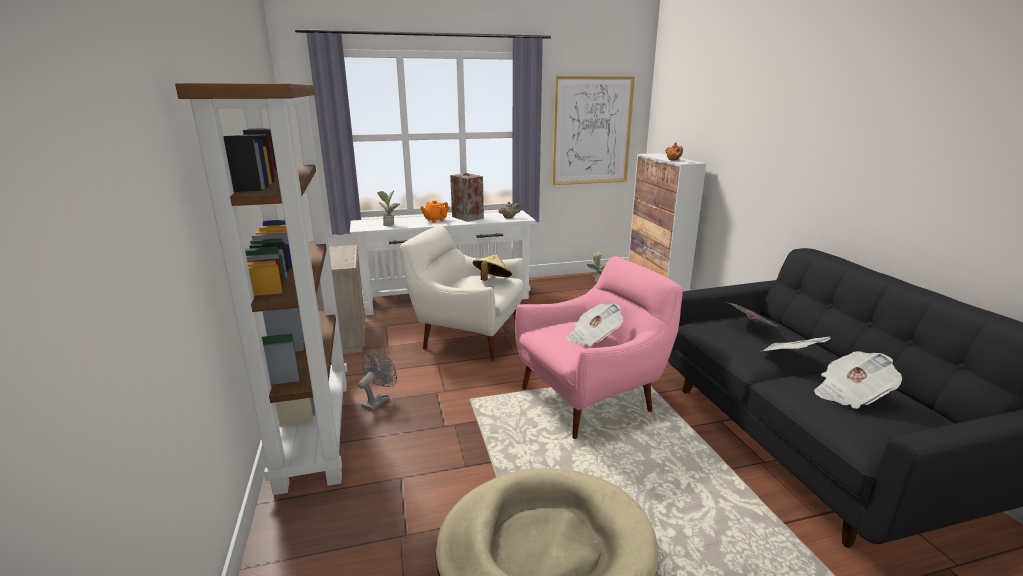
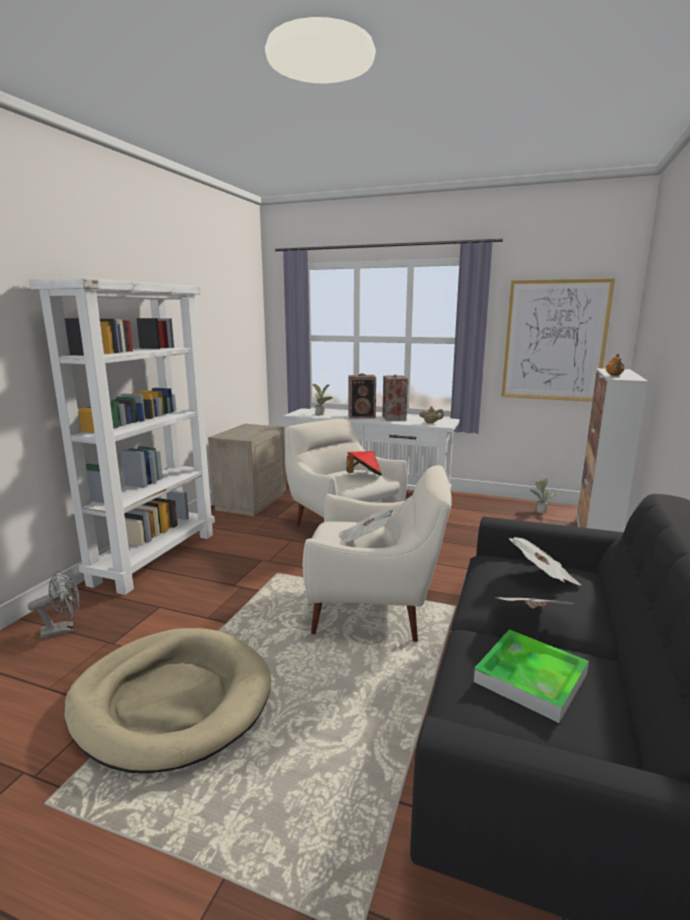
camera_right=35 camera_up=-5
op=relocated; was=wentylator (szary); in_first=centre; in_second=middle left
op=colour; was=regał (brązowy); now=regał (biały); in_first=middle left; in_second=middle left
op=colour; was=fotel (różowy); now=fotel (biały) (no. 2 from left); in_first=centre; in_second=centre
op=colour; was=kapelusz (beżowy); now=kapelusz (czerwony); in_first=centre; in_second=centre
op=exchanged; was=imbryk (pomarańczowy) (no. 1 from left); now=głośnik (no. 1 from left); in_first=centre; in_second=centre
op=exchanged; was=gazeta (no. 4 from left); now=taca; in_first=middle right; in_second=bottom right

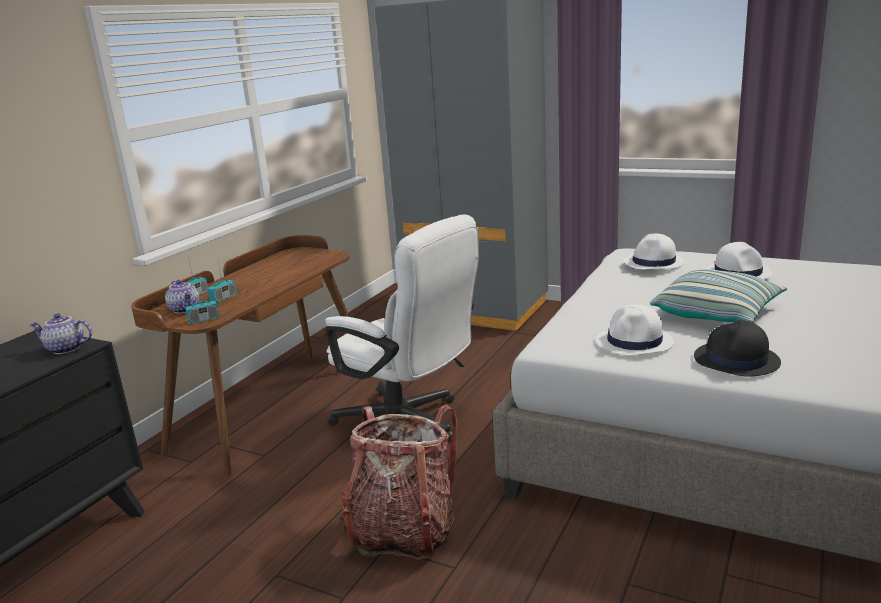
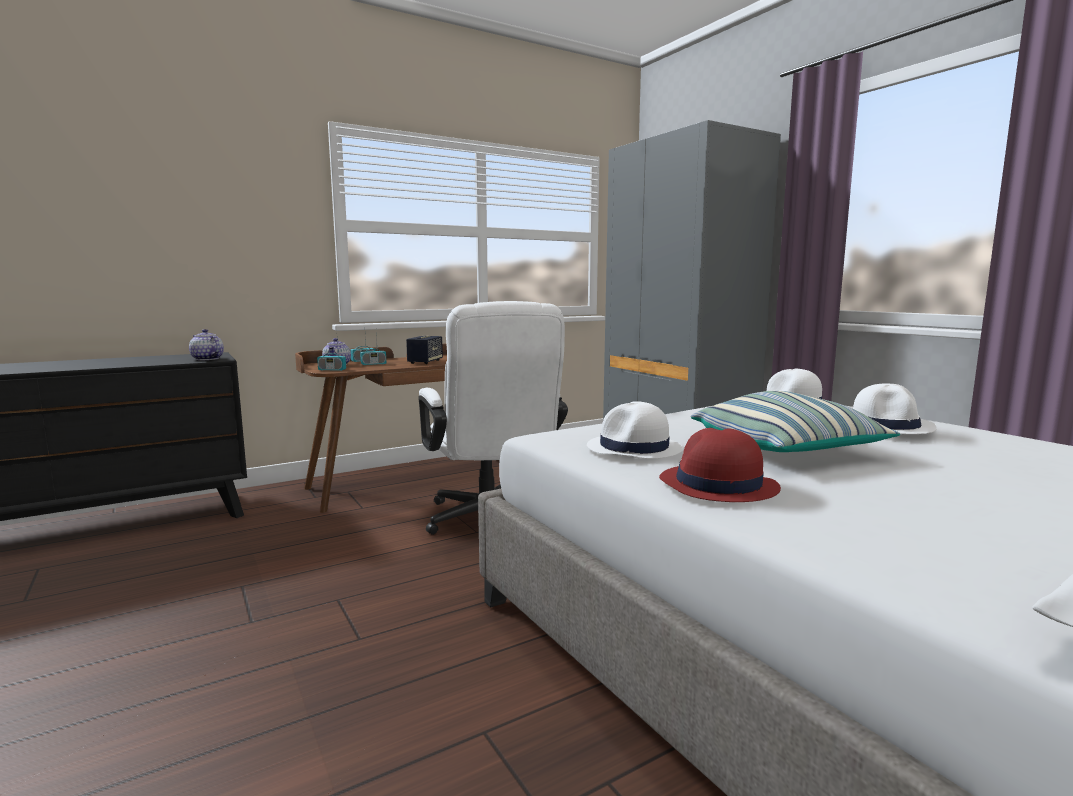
camera_right=30 camera_up=-10
op=appeared; now=głośnik; in_second=centre
op=colour; was=kapelusz (czarny); now=kapelusz (czerwony); in_first=middle right; in_second=middle right
op=missing; was=plecak; in_first=bottom centre

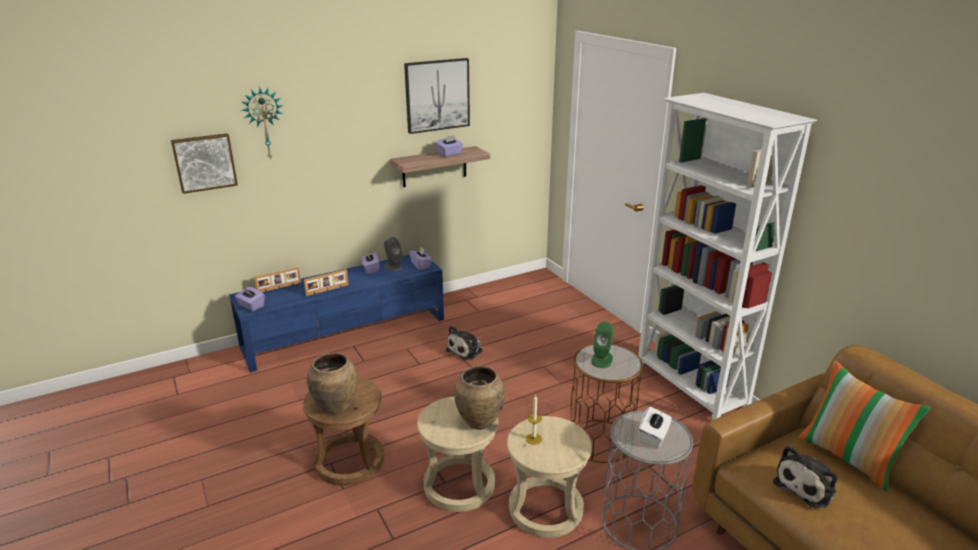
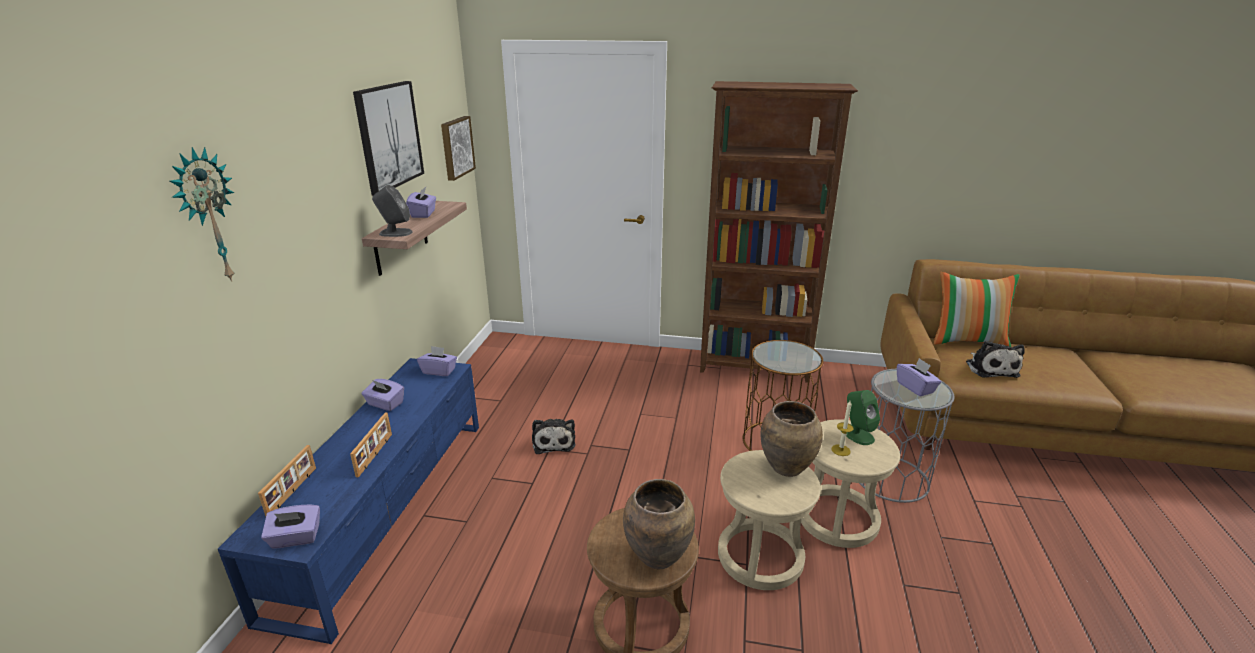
camera_right=-50 camera_up=0
op=relocated; was=głośnik (szary); in_first=centre; in_second=top left
op=relocated; was=obraz (no. 1 from left in the first image); now=obraz (no. 2 from left); in_first=top left; in_second=top centre
op=colour; was=regał (biały); now=regał (brązowy); in_first=middle right; in_second=centre
op=relocated; was=głośnik (zielony); in_first=centre; in_second=middle right
op=colour; was=pudełko chusteczek (biały); now=pudełko chusteczek (fioletowy) (no. 5 from left); in_first=bottom right; in_second=middle right

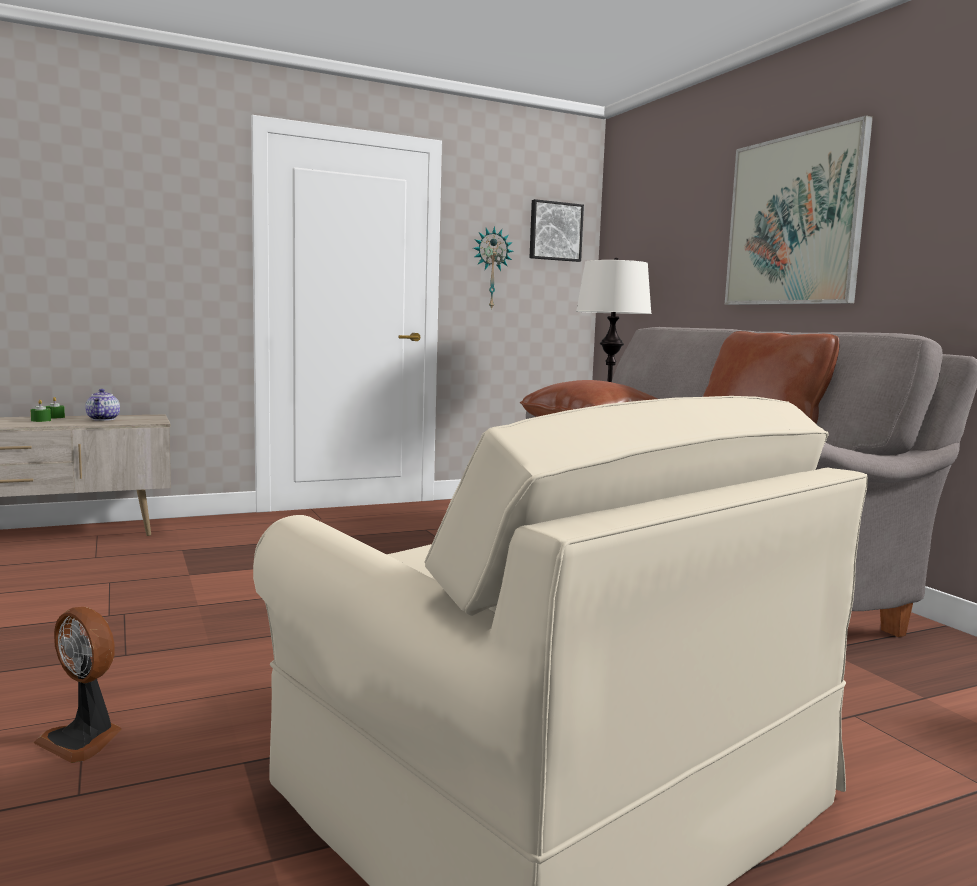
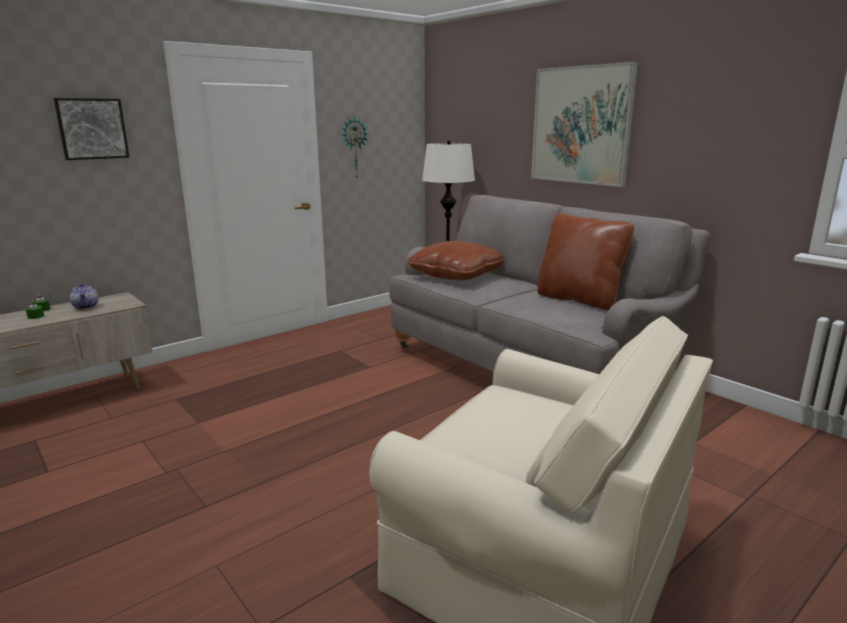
camera_right=-15 camera_up=10
op=relocated; was=obraz (no. 1 from left); in_first=top centre; in_second=top left
op=missing; was=wentylator; in_first=bottom left

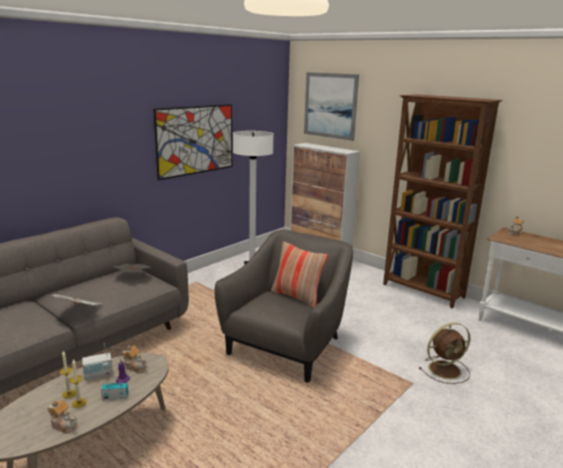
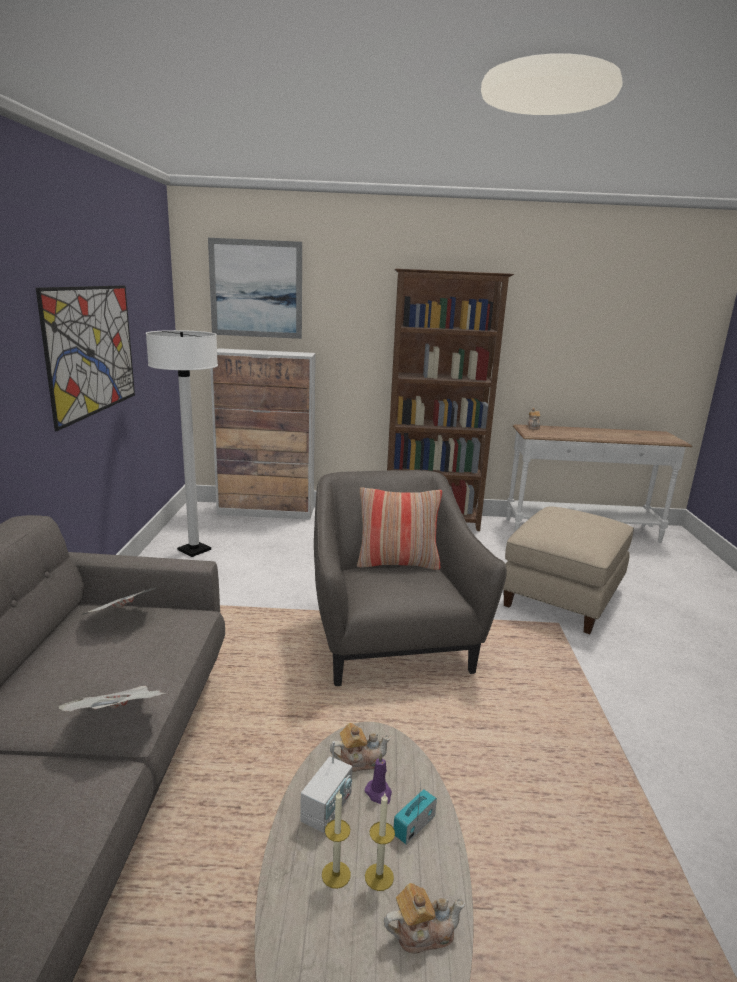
camera_right=-40 camera_up=0
op=exchanged; was=wentylator (brązowy); now=pufa (beżowy); in_first=bottom right; in_second=middle right

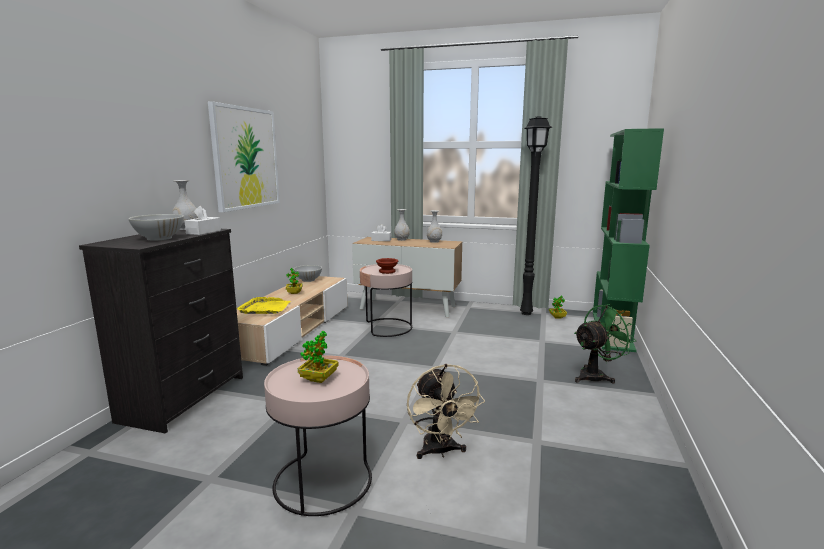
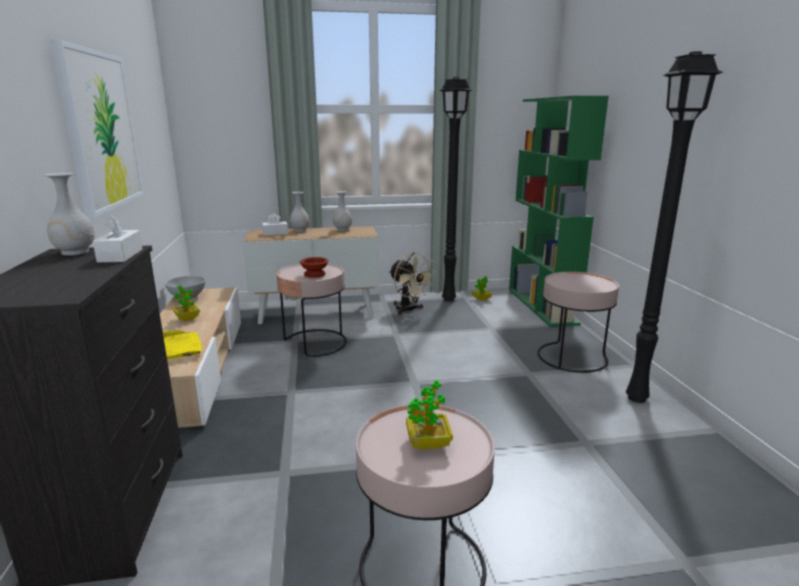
camera_right=-25 camera_up=5
op=relocated; was=wentylator (beżowy); in_first=bottom centre; in_second=centre
op=exchanged; was=wentylator (zielony); now=stolik (różowy) (no. 3 from left); in_first=middle right; in_second=middle right
op=appeared; now=lampa stojąca (czarny) (no. 2 from left); in_second=middle right
op=missing; was=miska (biały) (no. 1 from left); in_first=middle left

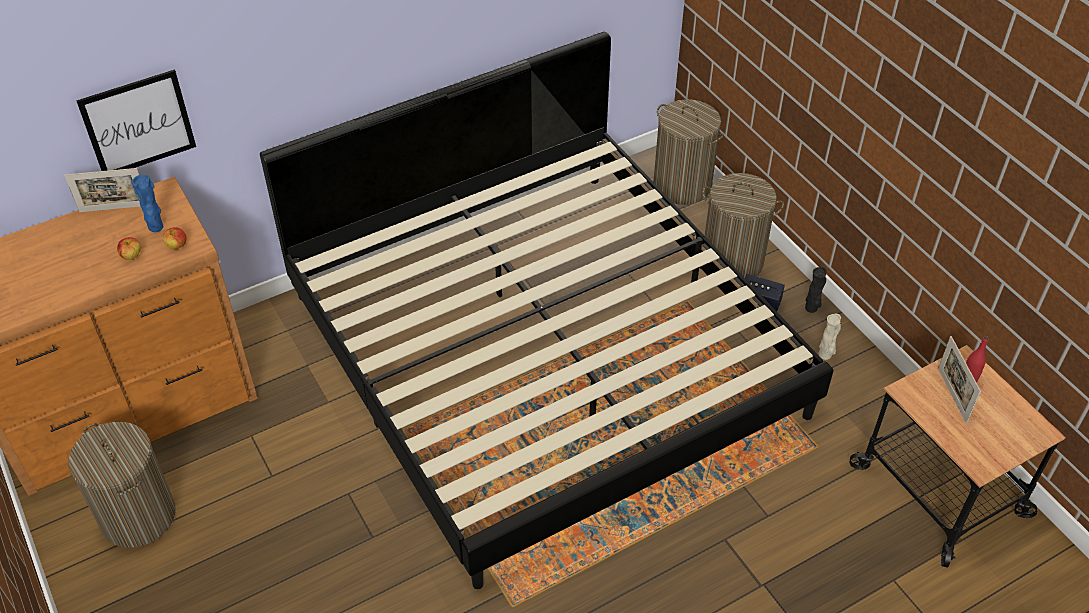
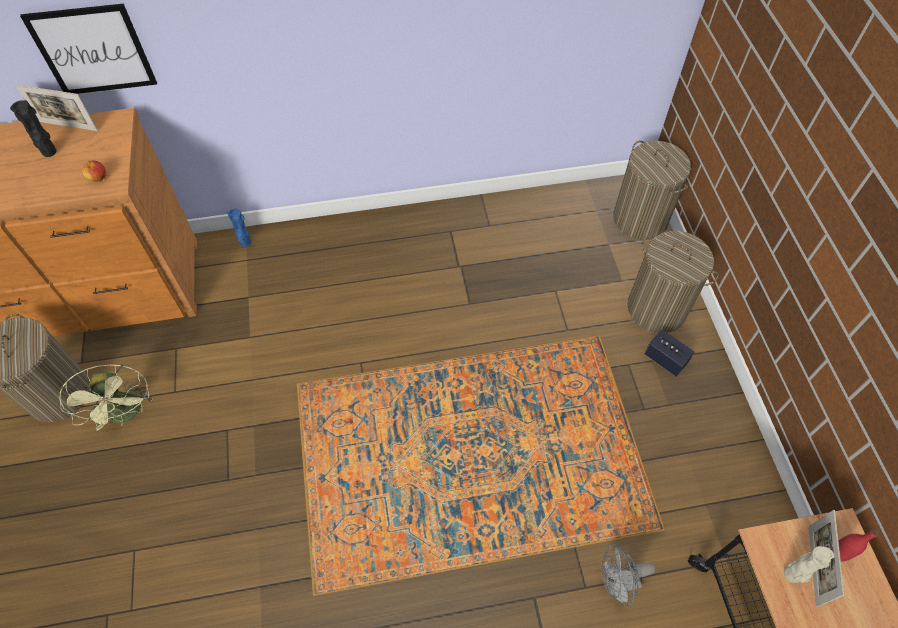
camera_right=20 camera_up=10
op=relocated; was=wazon (czarny); in_first=middle right; in_second=top left
op=appeared; now=wentylator (zielony); in_second=middle left
op=relocated; was=wazon (niebieski); in_first=top left; in_second=middle left
op=appeared; now=wentylator (szary); in_second=bottom right
op=relocated; was=wazon (beżowy); in_first=middle right; in_second=bottom right
op=missing; was=jabłko (no. 1 from left); in_first=middle left
op=missing; was=łóżko; in_first=centre

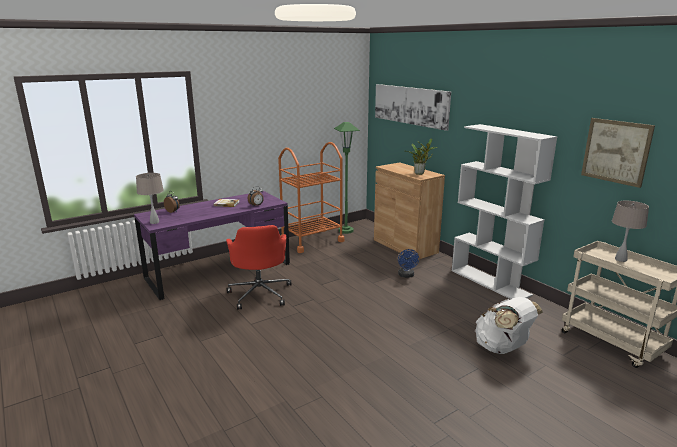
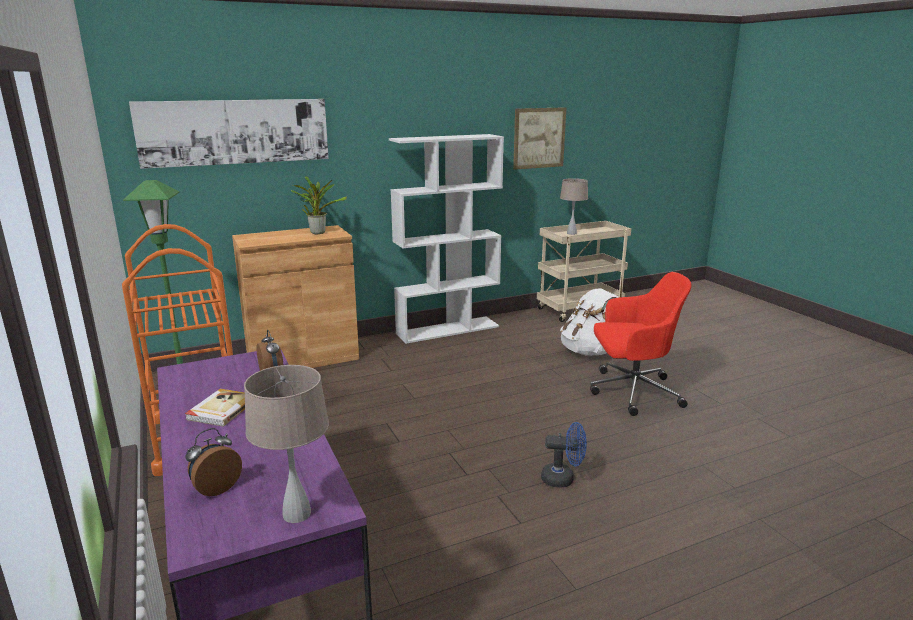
camera_right=-80 camera_up=0
op=relocated; was=wentylator (niebieski); in_first=centre; in_second=bottom centre
op=relocated; was=krzesło biurowe (czerwony); in_first=centre; in_second=middle right

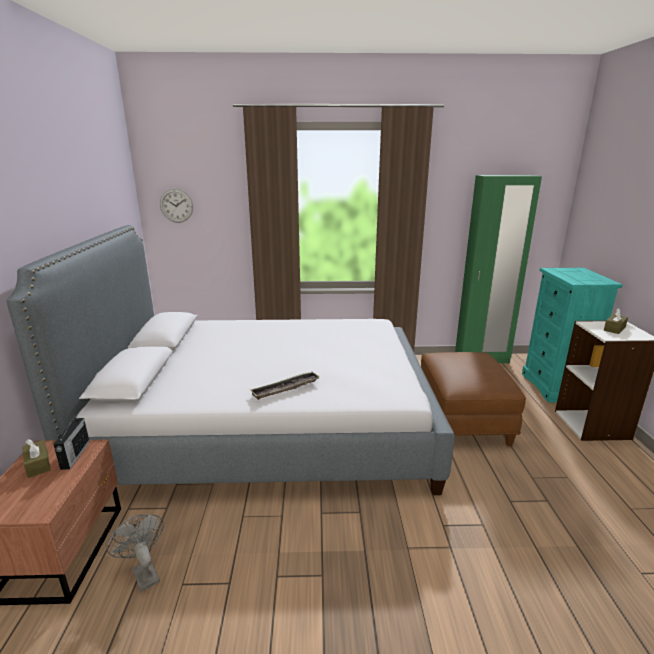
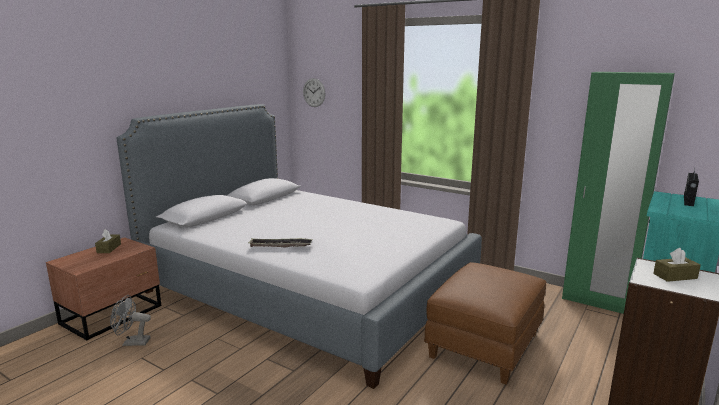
camera_right=35 camera_up=-5
op=spun; was=wentylator (szary); in_first=bottom left; in_second=bottom left; clockwise=-90
op=relocated; was=radio; in_first=bottom left; in_second=middle right

